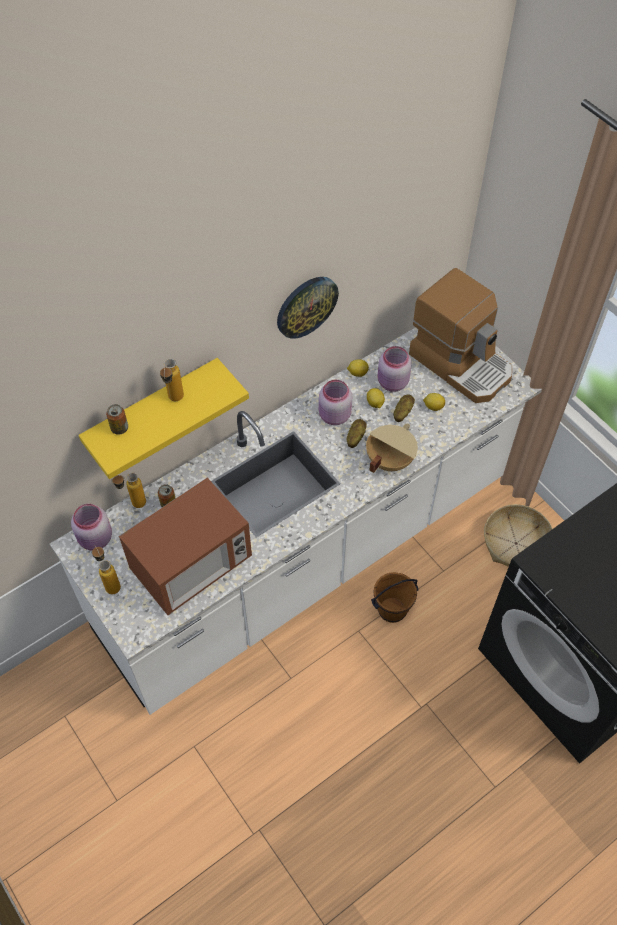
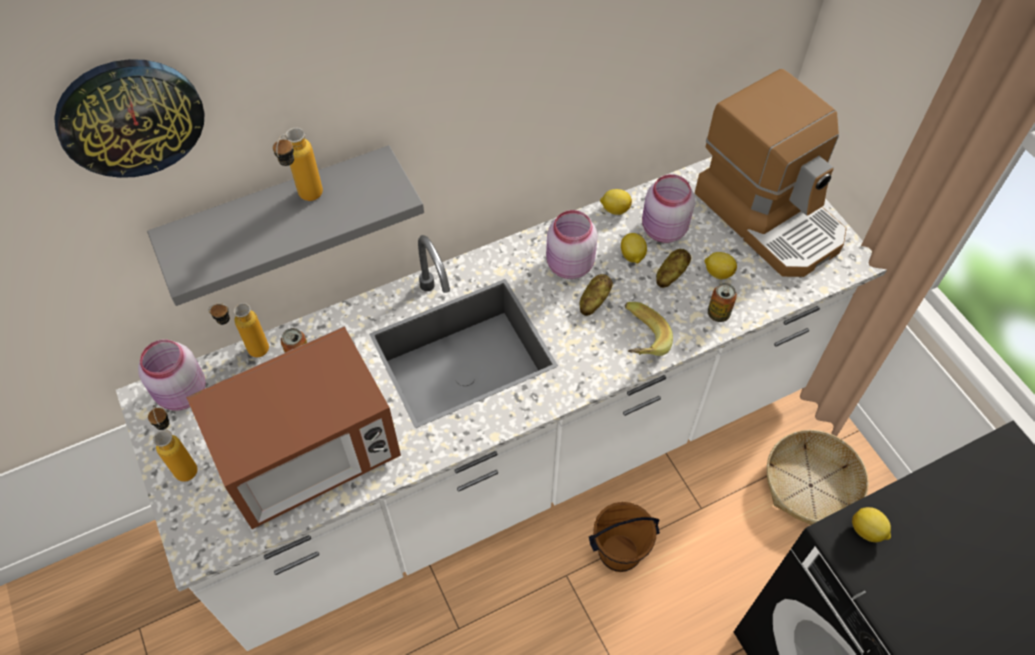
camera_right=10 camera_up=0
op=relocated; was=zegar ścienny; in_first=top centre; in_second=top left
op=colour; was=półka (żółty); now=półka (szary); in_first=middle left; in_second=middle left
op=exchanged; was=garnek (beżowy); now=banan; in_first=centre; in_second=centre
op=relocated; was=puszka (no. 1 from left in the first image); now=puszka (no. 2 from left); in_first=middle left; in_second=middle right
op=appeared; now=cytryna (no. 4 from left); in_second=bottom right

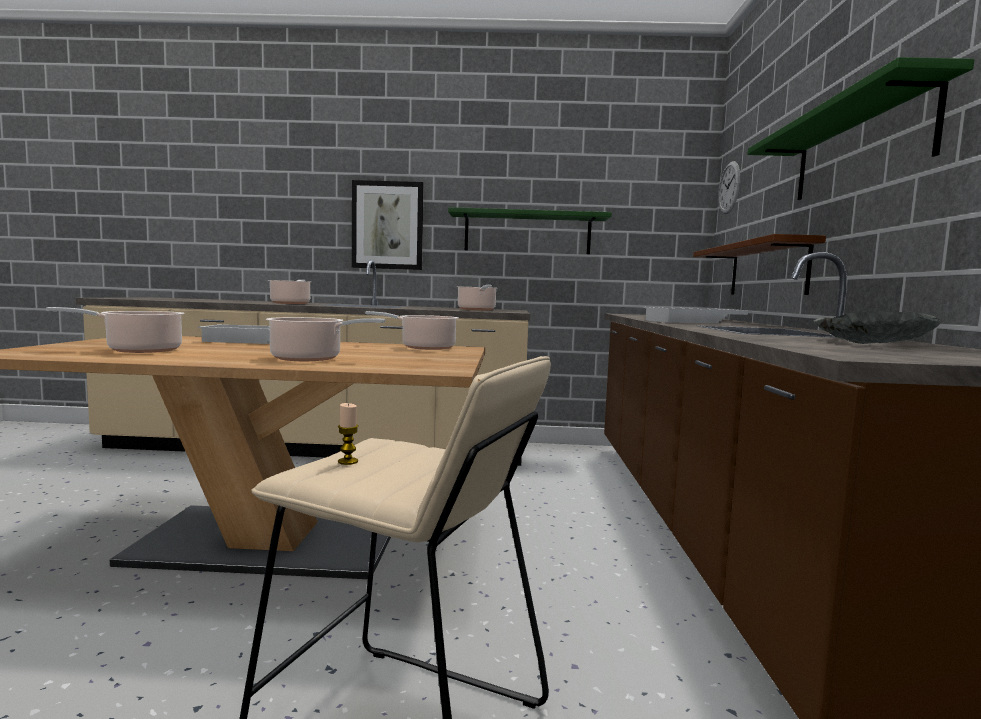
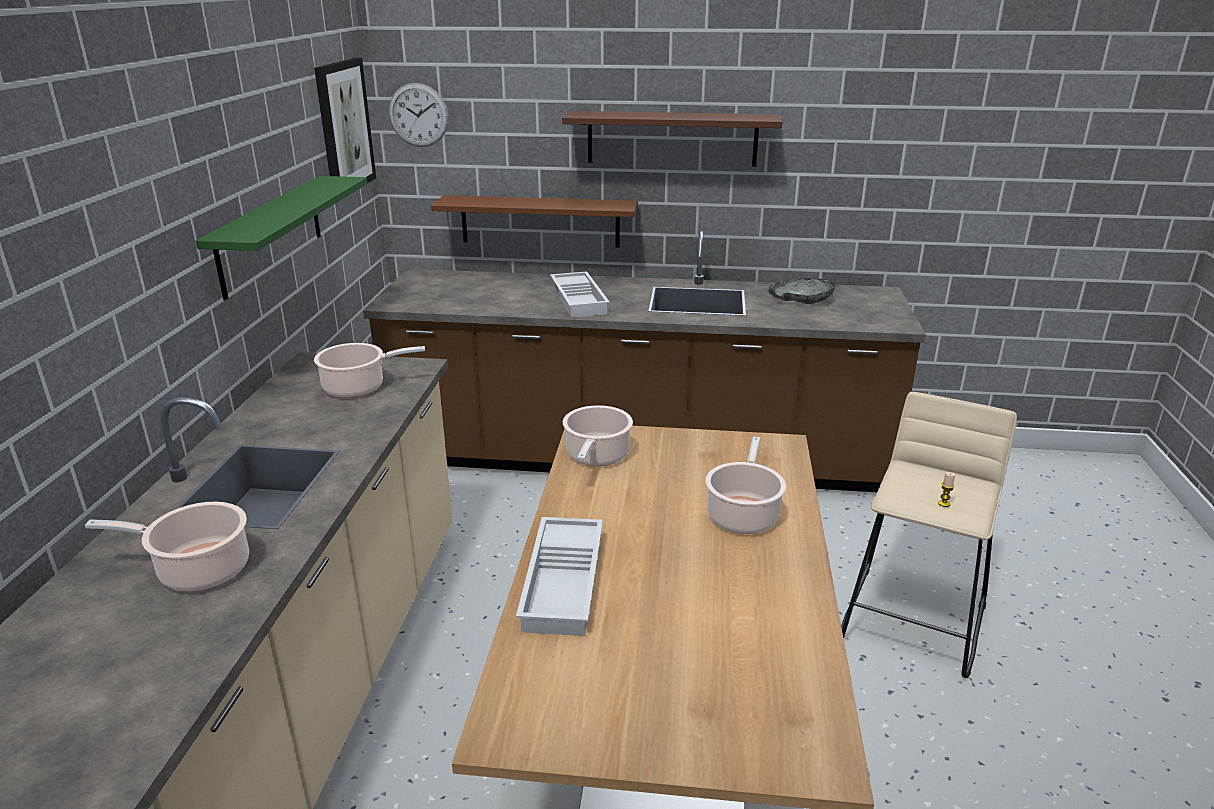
camera_right=-85 camera_up=20
op=relocated; was=obraz; in_first=top centre; in_second=top left
op=colour; was=półka (zielony) (no. 2 from left); now=półka (brązowy) (no. 2 from left); in_first=top right; in_second=top centre
op=missing; was=garnek (no. 1 from left); in_first=middle left

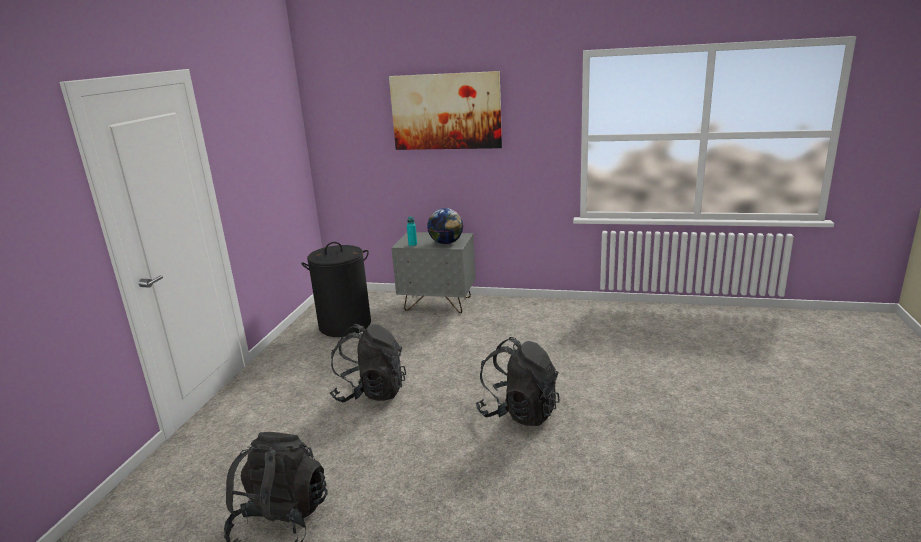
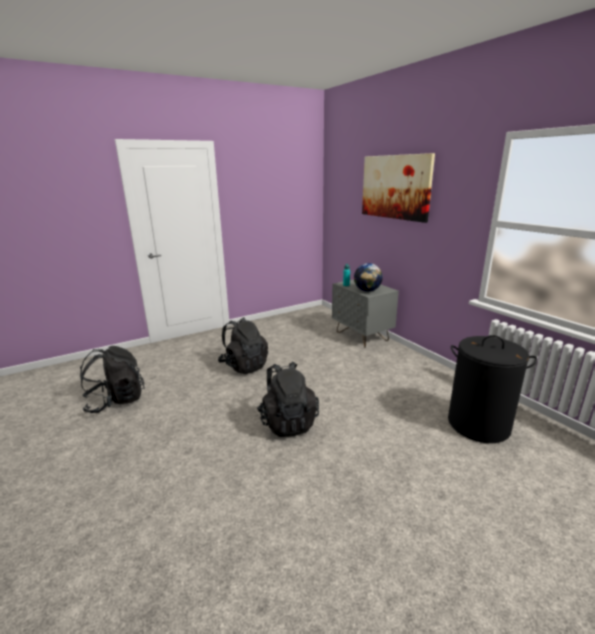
camera_right=45 camera_up=0
op=relocated; was=kosz na pranie (czarny); in_first=centre; in_second=middle right

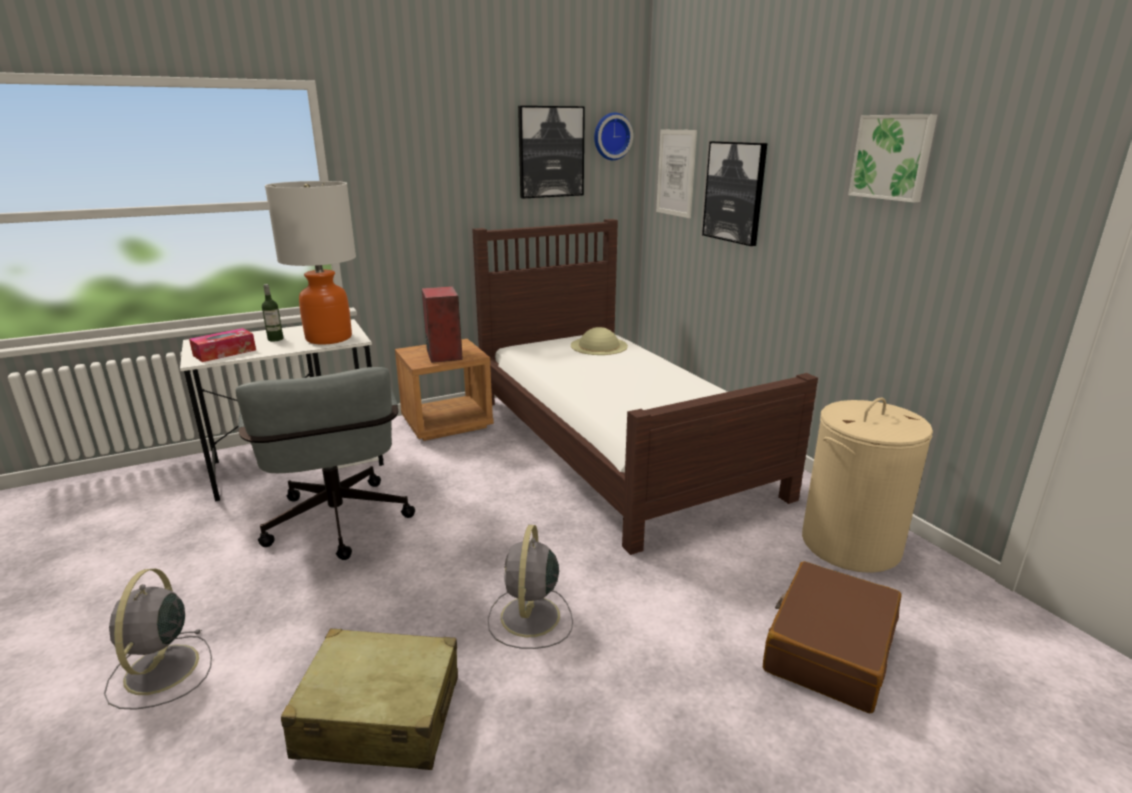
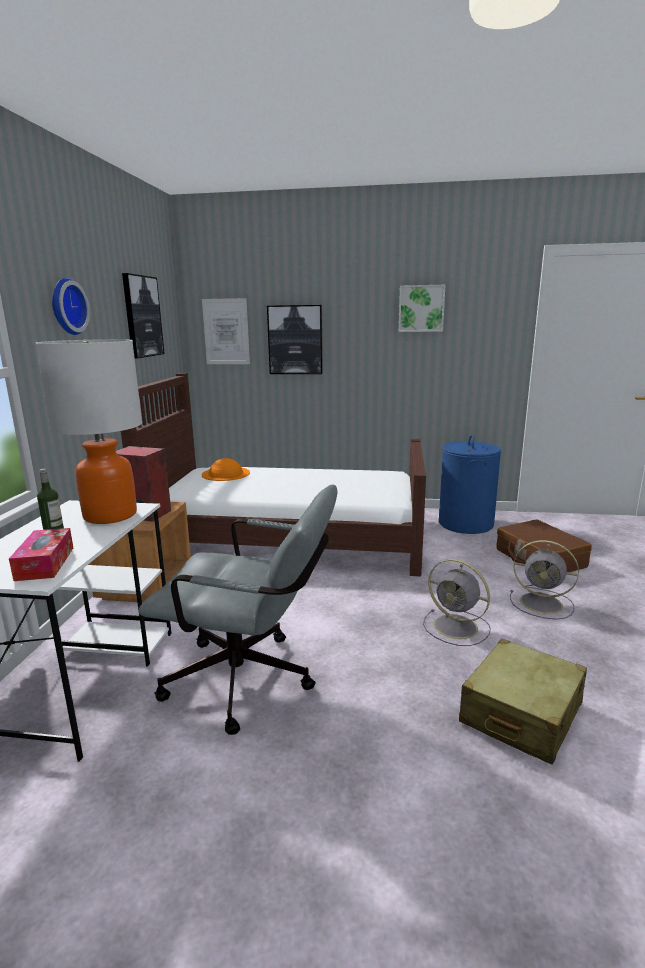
camera_right=-55 camera_up=-5
op=relocated; was=zegar ścienny; in_first=top centre; in_second=top left
op=colour; was=kapelusz (beżowy); now=kapelusz (pomarańczowy); in_first=centre; in_second=centre
op=colour; was=kosz na pranie (beżowy); now=kosz na pranie (niebieski); in_first=middle right; in_second=middle right
op=relocated; was=wentylator (szary) (no. 1 from left in the first image); now=wentylator (szary) (no. 2 from left); in_first=bottom left; in_second=middle right

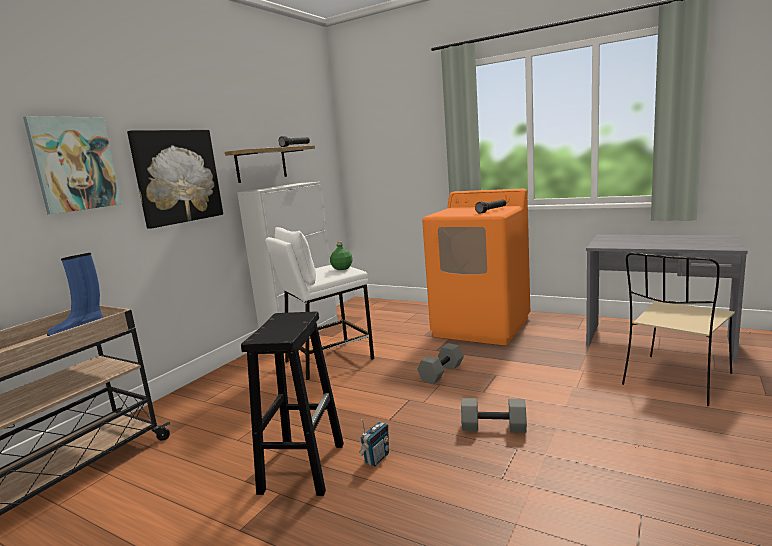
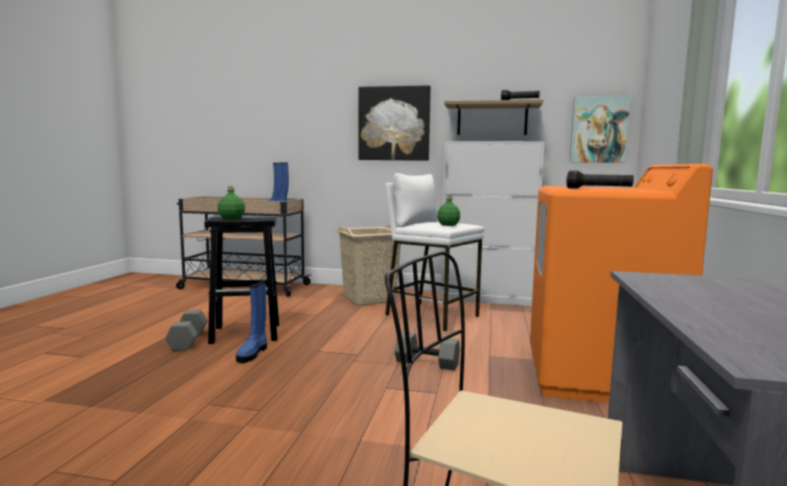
camera_right=70 camera_up=-5
op=relocated; was=hantel (szary) (no. 2 from left in the first image); now=hantel (szary) (no. 1 from left); in_first=bottom centre; in_second=bottom left
op=appeared; now=butelka (zielony) (no. 1 from left); in_second=middle left
op=exchanged; was=radio; now=but z cholewką (niebieski) (no. 1 from left); in_first=bottom centre; in_second=middle left
op=appeared; now=kosz na pranie (beżowy); in_second=centre
op=relocated; was=obraz (no. 1 from left in the first image); now=obraz (no. 2 from left); in_first=top left; in_second=top right

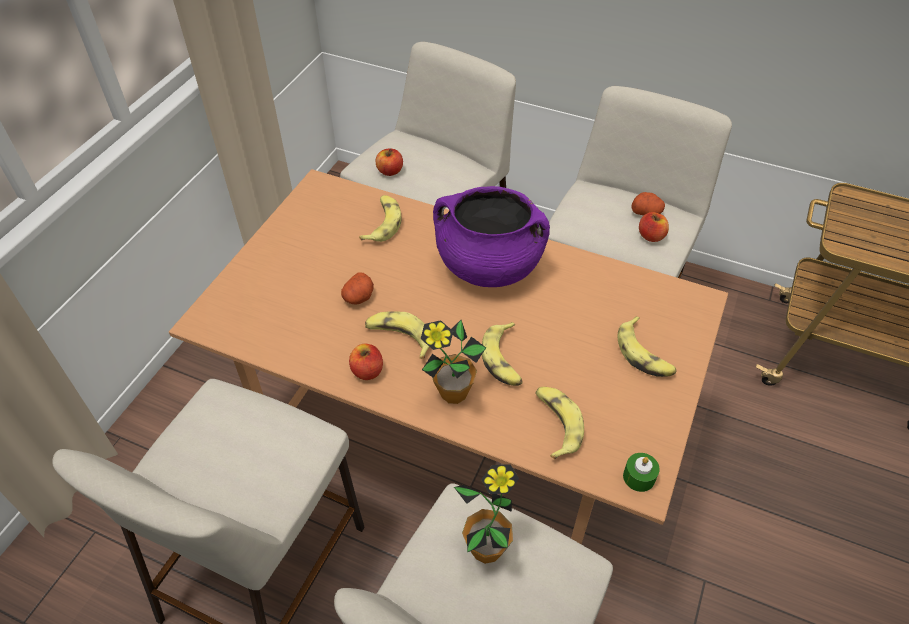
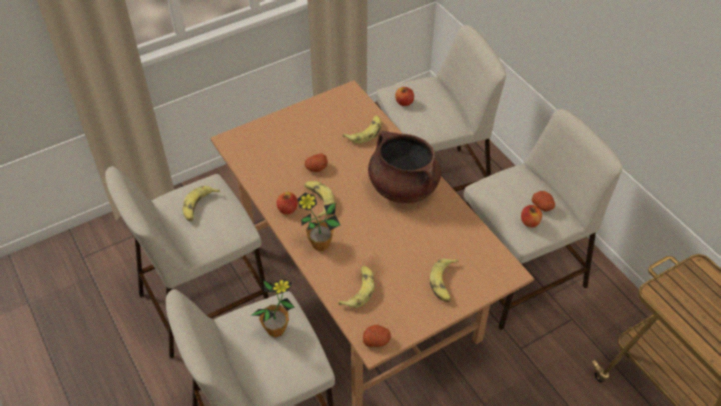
camera_right=35 camera_up=0
op=relocated; was=banan (no. 3 from left in the first image); now=banan (no. 1 from left); in_first=centre; in_second=middle left
op=exchanged; was=świeca (zielony); now=ziemniak (no. 2 from left); in_first=bottom right; in_second=bottom centre
op=colour; was=garnek (fioletowy); now=garnek (brązowy); in_first=centre; in_second=centre

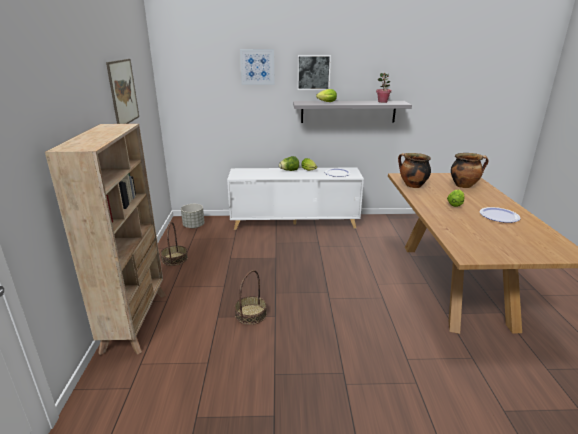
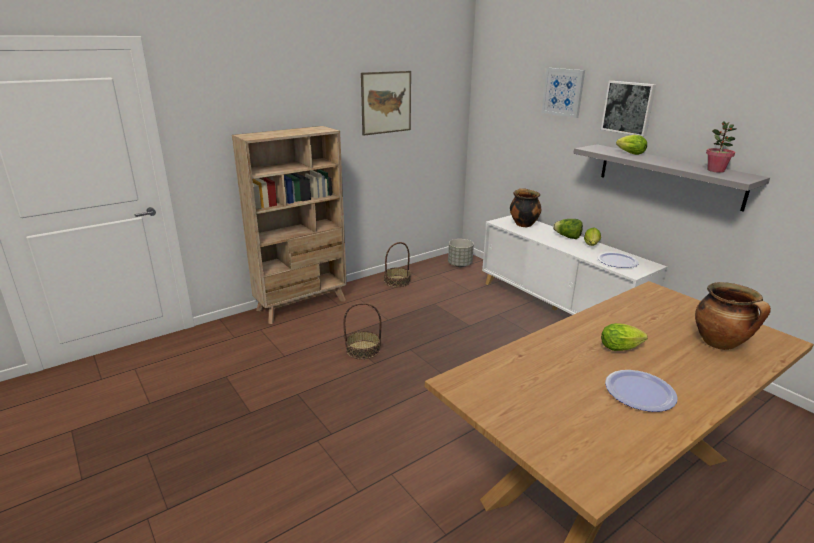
camera_right=55 camera_up=0
op=relocated; was=garnek (no. 1 from left); in_first=middle right; in_second=centre

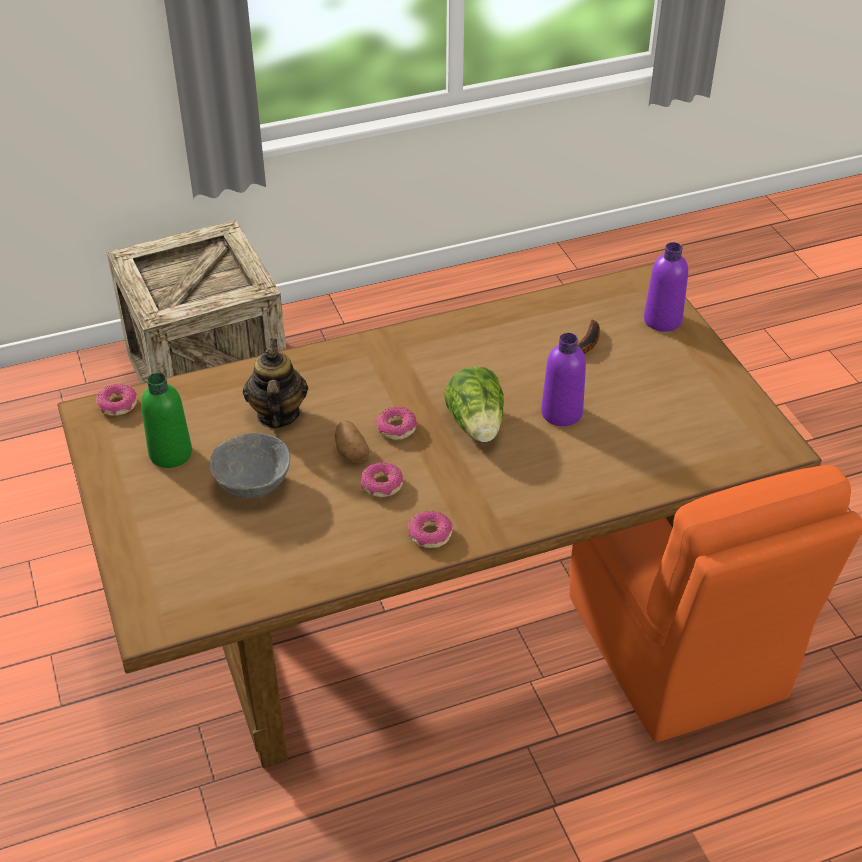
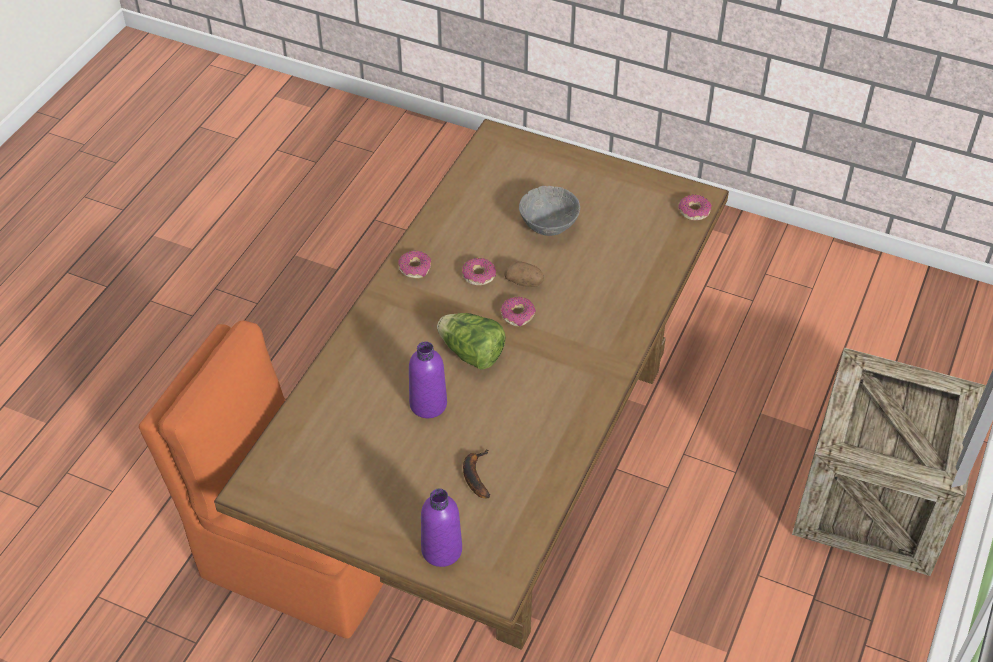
camera_right=135 camera_up=5
op=missing; was=butelka (zielony); in_first=middle left
op=missing; was=imbryk; in_first=middle left

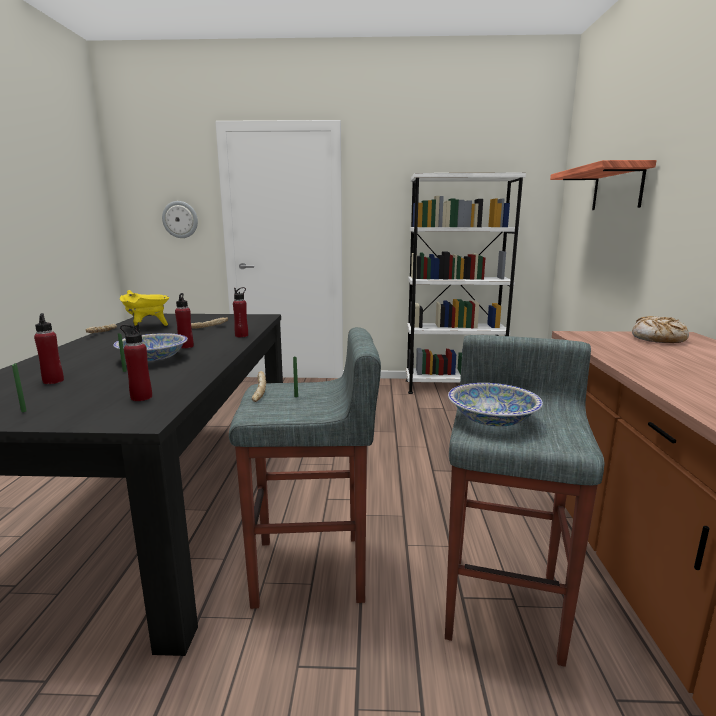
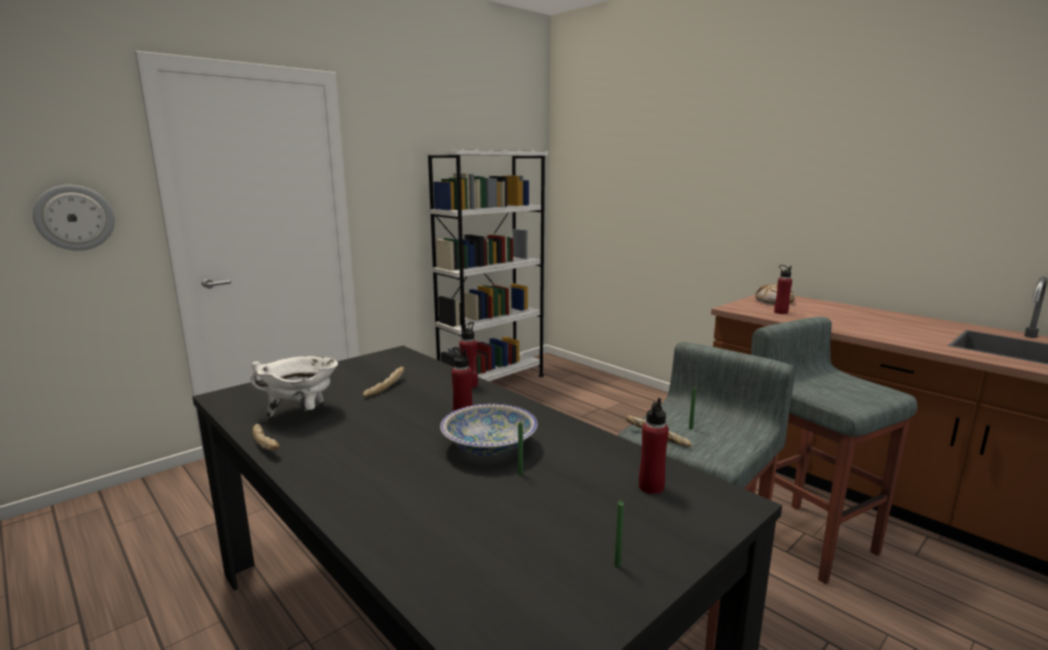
camera_right=-45 camera_up=0
op=colour; was=garnek (żółty); now=garnek (biały); in_first=middle left; in_second=middle left
op=relocated; was=butelka (czerwony) (no. 1 from left in the first image); now=butelka (czerwony) (no. 4 from left); in_first=middle left; in_second=middle right
op=missing; was=miska (no. 2 from left); in_first=middle right
op=missing; was=półka; in_first=top right

